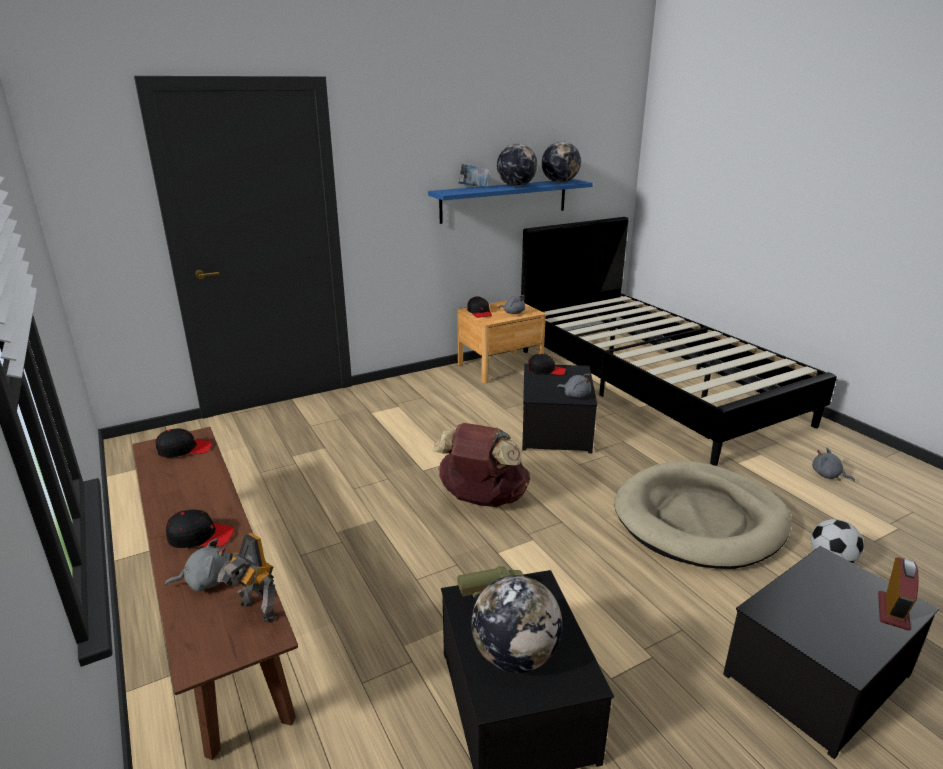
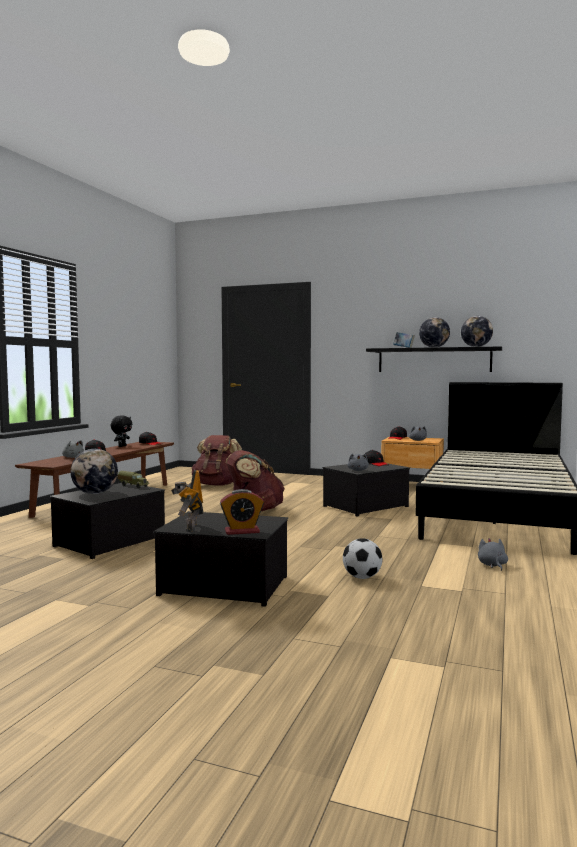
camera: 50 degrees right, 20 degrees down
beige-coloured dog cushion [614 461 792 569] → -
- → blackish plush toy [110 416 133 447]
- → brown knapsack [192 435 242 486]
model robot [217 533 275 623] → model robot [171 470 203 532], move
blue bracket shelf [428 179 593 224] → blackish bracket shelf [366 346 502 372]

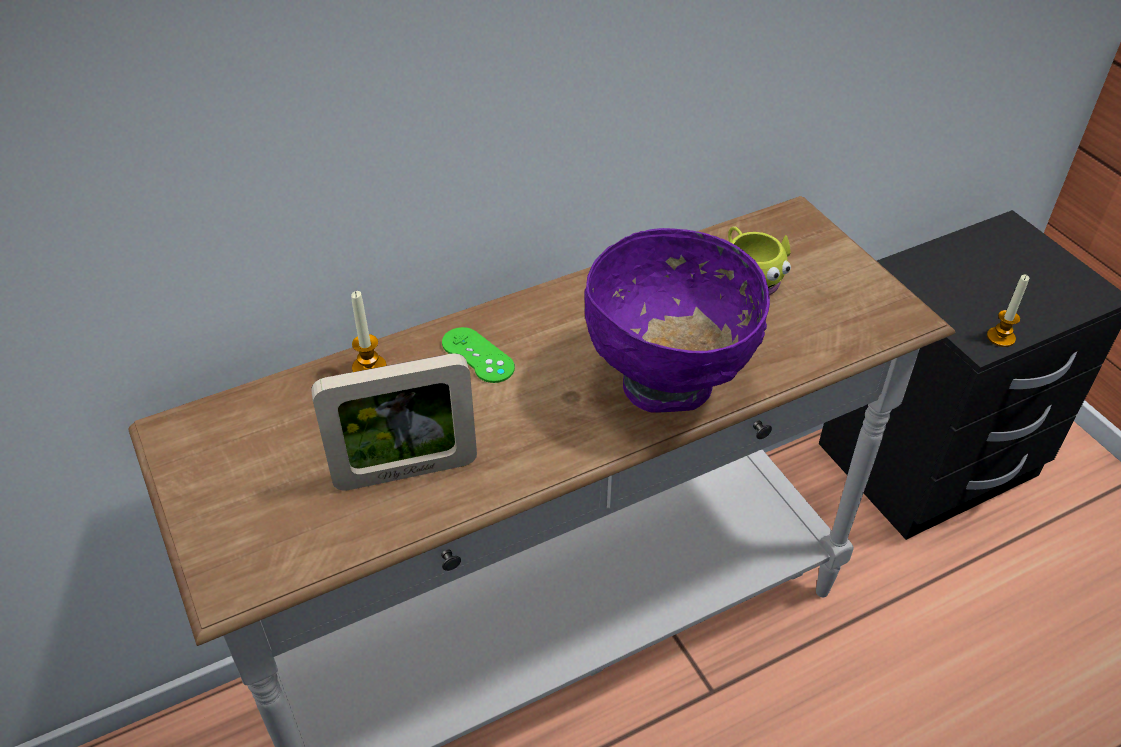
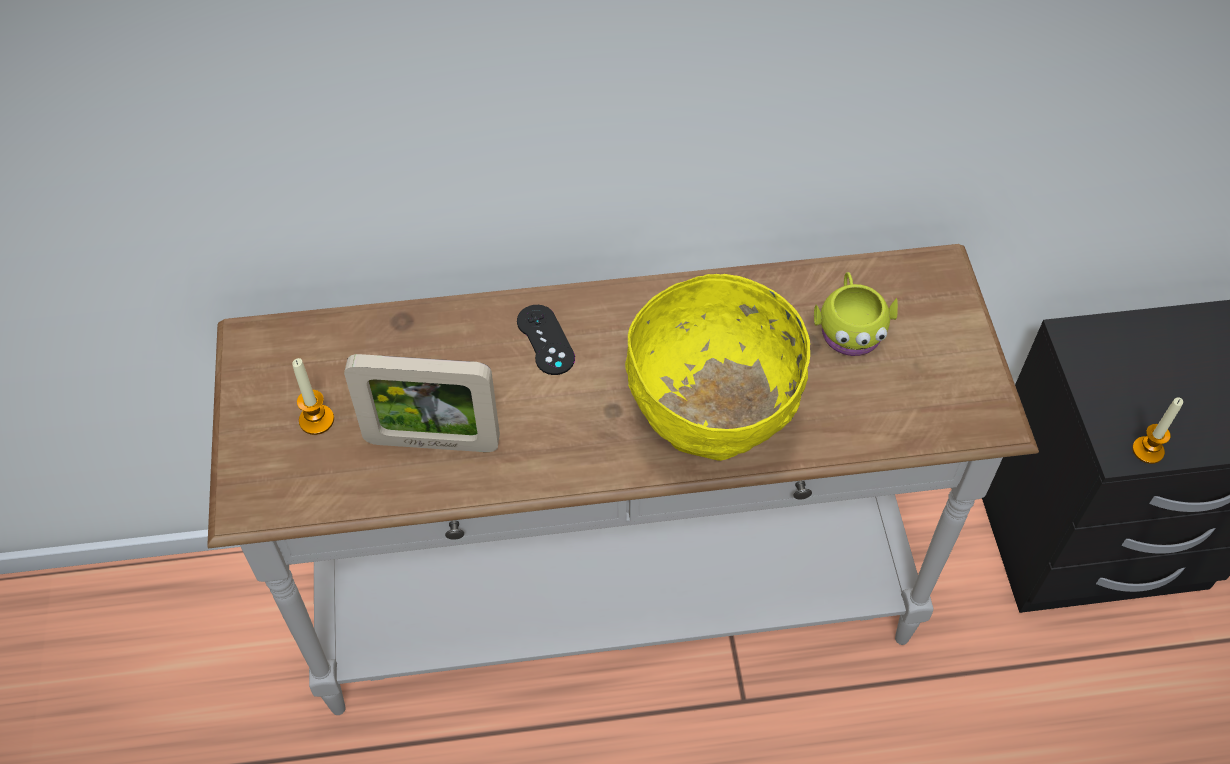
camera: 20 degrees right, 10 degrees up
wax candle [351 291 387 372] → wax candle [292 358 334 435], move
greenish joypad [442 327 515 383] → blackish joypad [517 305 575 375]
purplish serving bowl [584 228 770 413] → yellowish serving bowl [625 274 810 461]

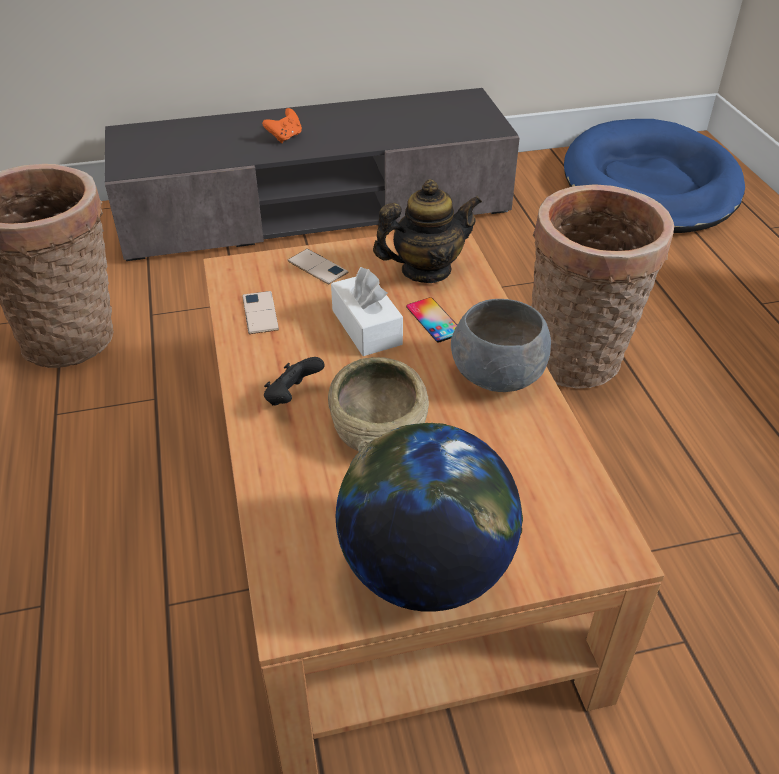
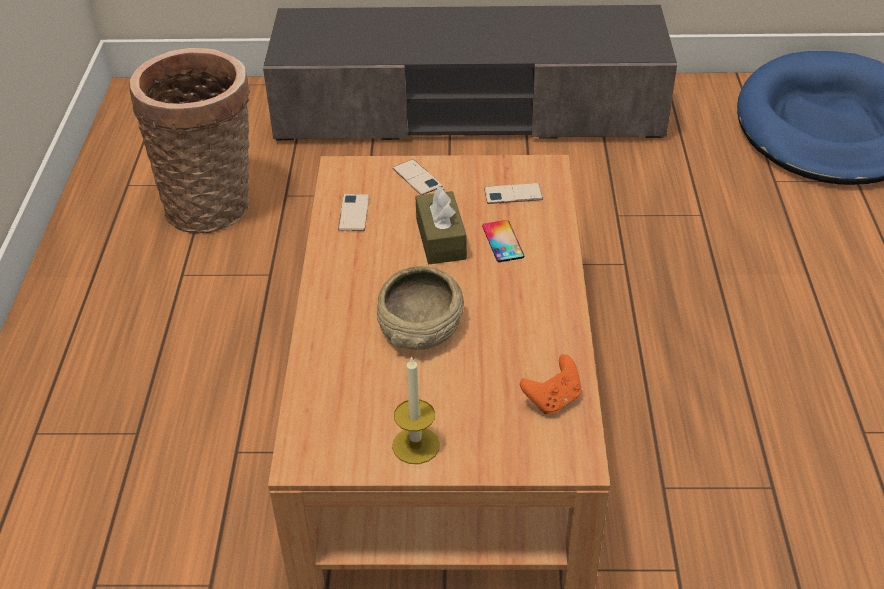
camera: 15 degrees right, 0 degrees up
blackish joypad [264 357 324 405] → -
greyish serving bowl [451 299 551 392] → -
storage basket [531 184 674 388] → -
orange-coloured joypad [262 108 302 143] → orange-coloured joypad [520 354 581 414], move
world globe [336 423 523 612] → wax candle [392 356 440 464]
pot for tea [373 179 482 283] → phone [484 183 543 204]
white-coloured box of tissues [331 267 403 356] → brown box of tissues [415 186 467 264]

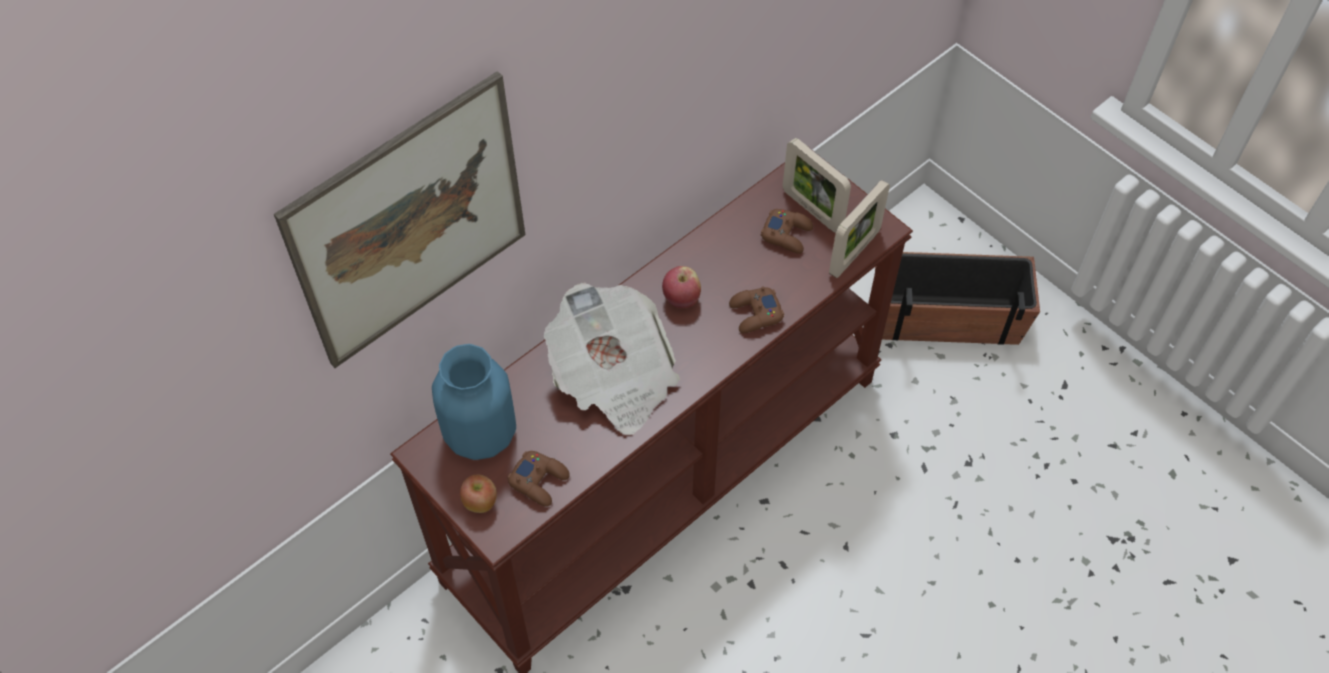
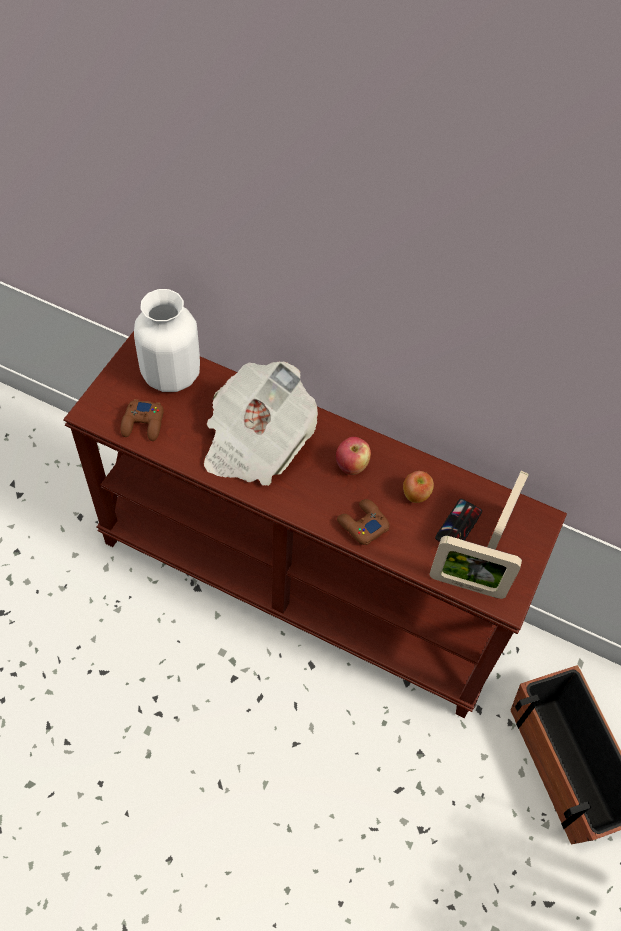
camera: 65 degrees right, 0 degrees up
wall picture [274 71 525 368] → -
whole apple [460 475 497 513] → whole apple [403 471 434 503], move
brown joypad [760 209 813 254] → phone [435 499 482 542]
blue flower vase [432 344 516 460] → white-coloured flower vase [134 289 200 392]

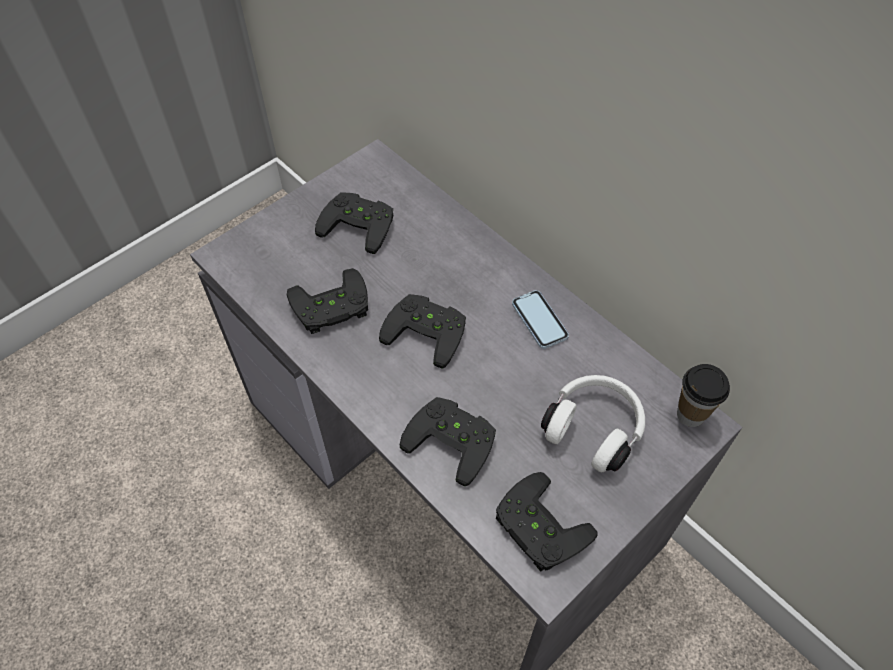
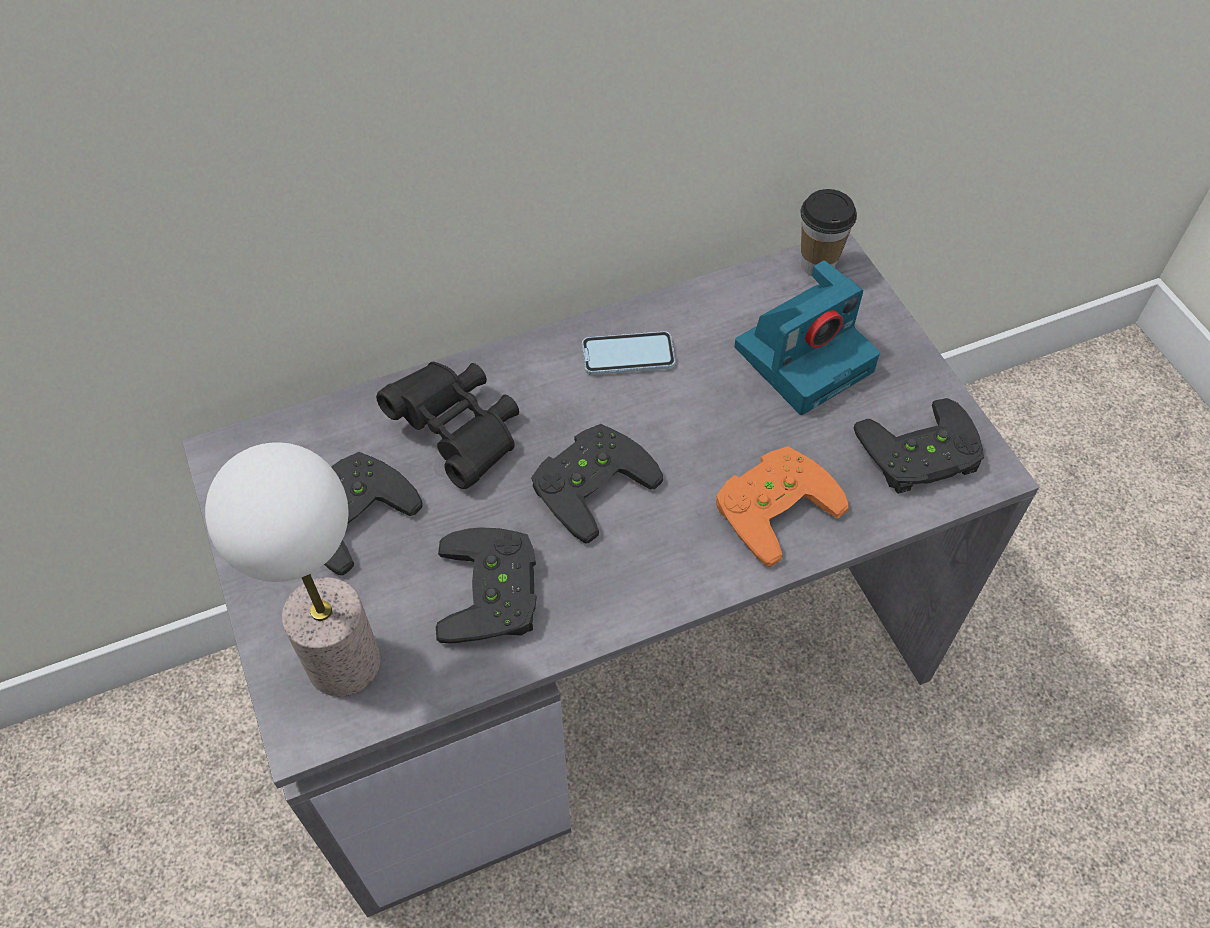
camera: 70 degrees left, 0 degrees up
- → table lamp [205 442 380 697]
- → blackish pair of binoculars [376 362 519 489]
white-coloured pair of headphones [541 375 645 472] → still camera [734 260 880 415]
blackish joypad [400 397 496 486] → orange-coloured joypad [716 446 849 567]

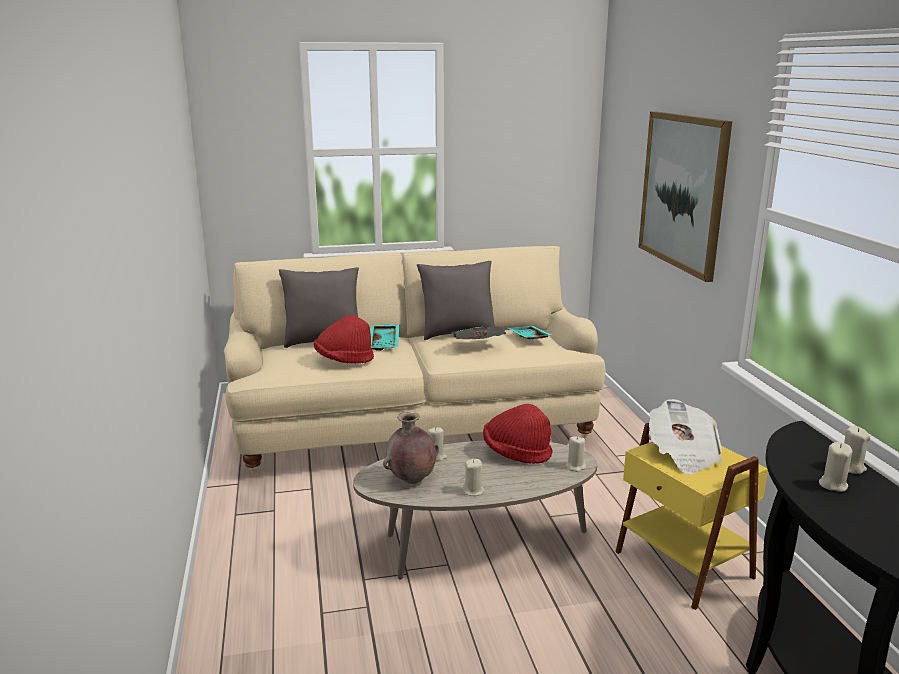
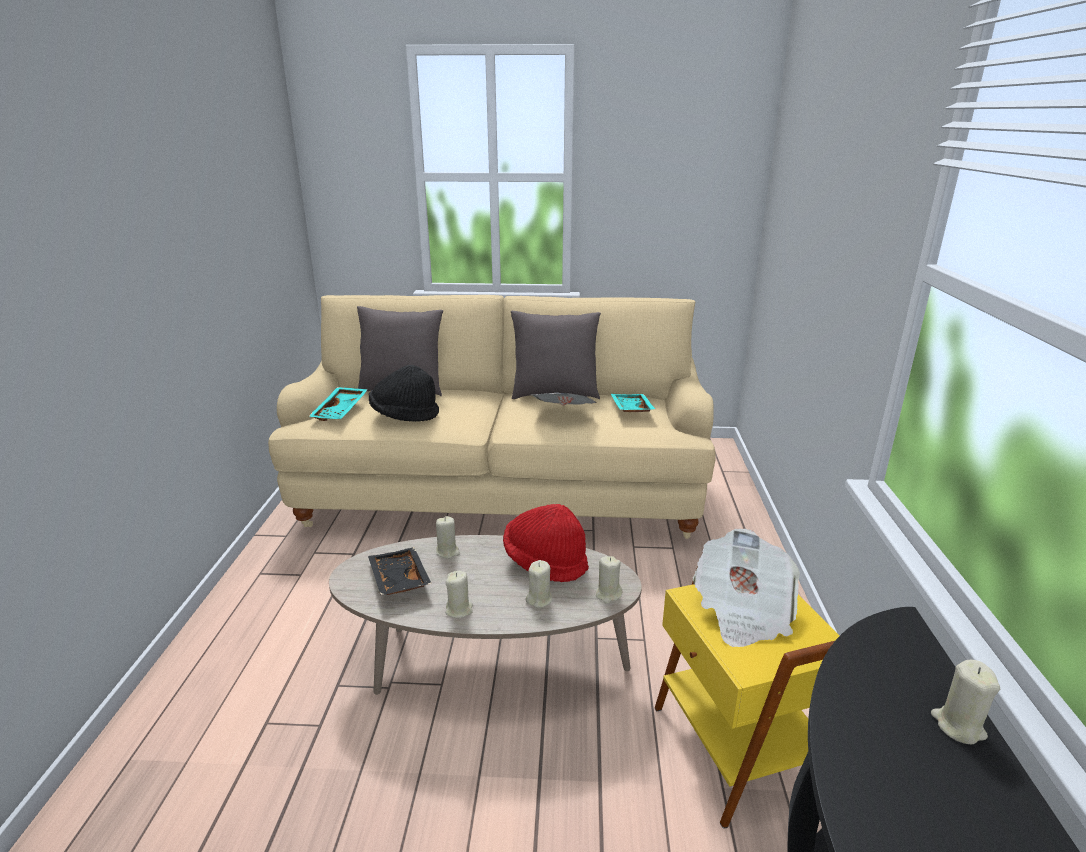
camera: 15 degrees right, 5 degrees up
wall picture [638 112 732 282] → -
turquoise tray [370 324 399 351] → turquoise tray [308 387 368 421], move
beige-coloured wax candle [819 442 852 492] → beige-coloured wax candle [526 560 552 608], move
brown flower vase [383 412 439 484] → blackish tray [368 547 432 595]
red-coloured wearable hat [314 315 374 364] → blackish wearable hat [369 365 439 422]

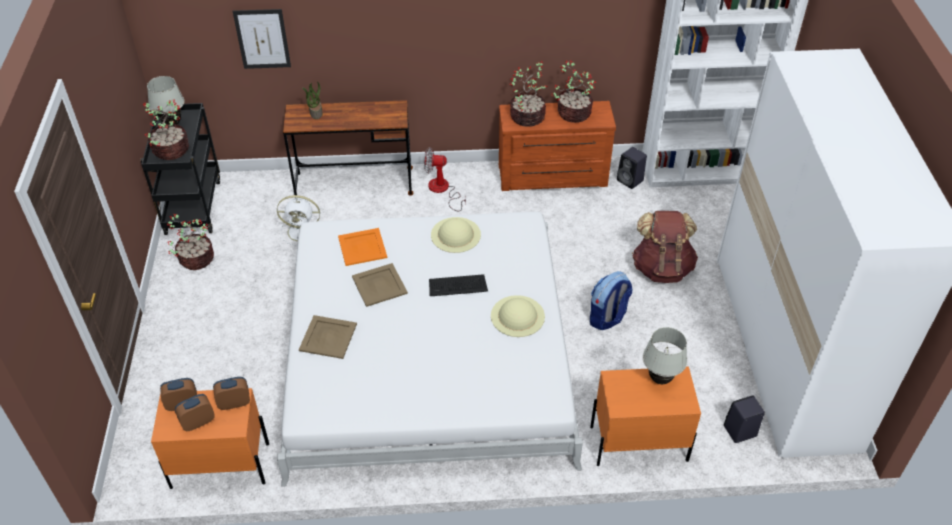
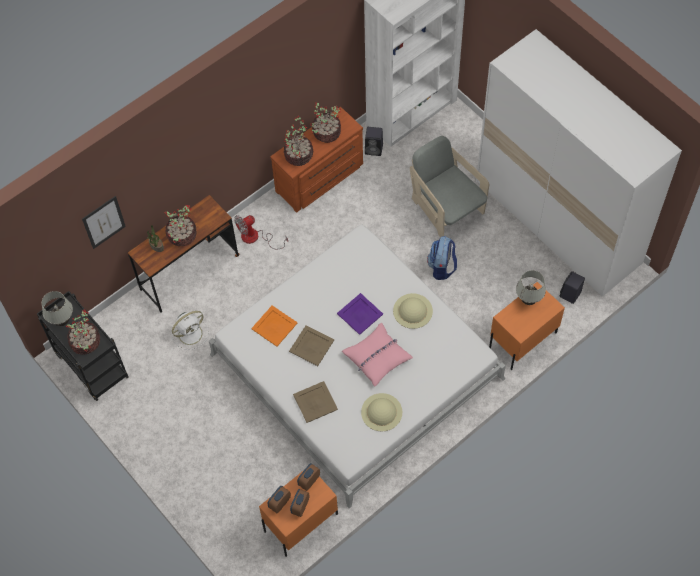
camera: 35 degrees left, 15 degrees up
- → pink cushion [342 323 413 386]
potted plant [167 214 214 270] → potted plant [165 205 196 246], move
beige-coloured wearable hat [431 217 481 253] → beige-coloured wearable hat [361 393 402 431], move
computer keyboard [429 274 488 296] → purplish tray [337 293 383 335]
brown knapsack [632 211 698 283] → greyish lounge chair [410 136 489 238]

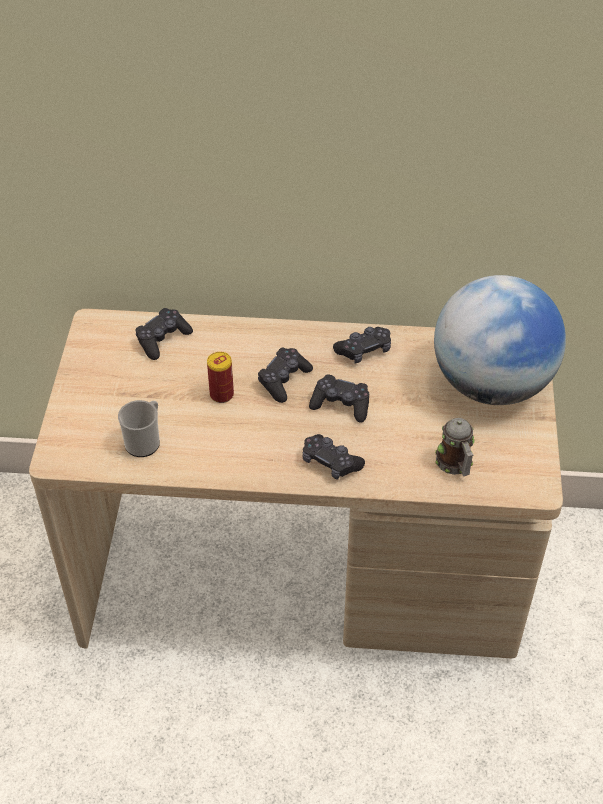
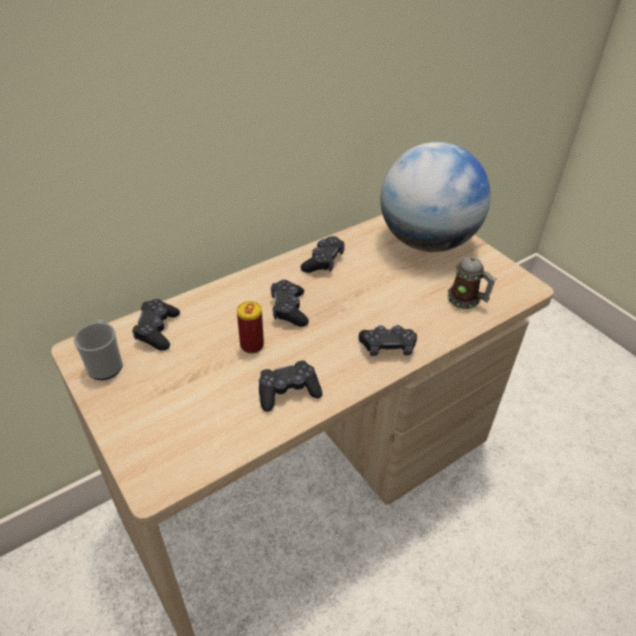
camera: 40 degrees left, 5 degrees down
coffee mug [118 400 160 457] → coffee mug [74 320 123 380], move
blackish joypad [309 374 369 423] → blackish joypad [259 360 322 412], move

